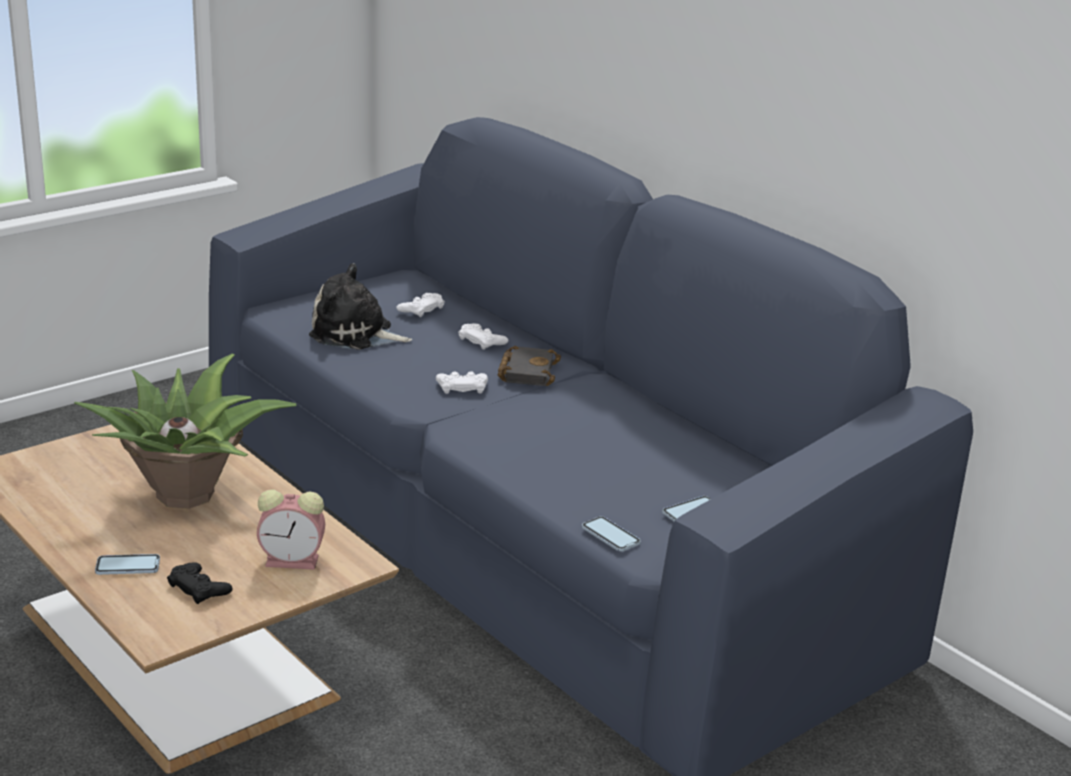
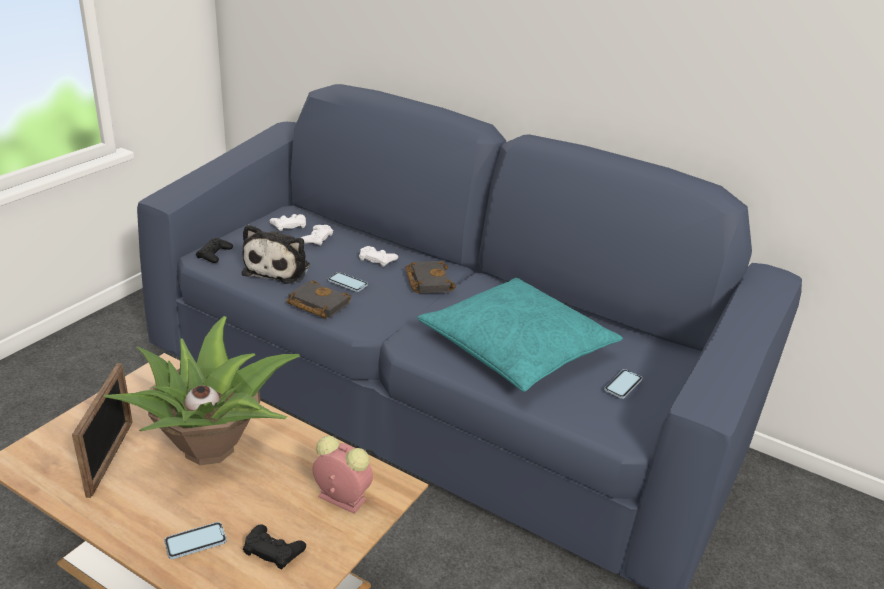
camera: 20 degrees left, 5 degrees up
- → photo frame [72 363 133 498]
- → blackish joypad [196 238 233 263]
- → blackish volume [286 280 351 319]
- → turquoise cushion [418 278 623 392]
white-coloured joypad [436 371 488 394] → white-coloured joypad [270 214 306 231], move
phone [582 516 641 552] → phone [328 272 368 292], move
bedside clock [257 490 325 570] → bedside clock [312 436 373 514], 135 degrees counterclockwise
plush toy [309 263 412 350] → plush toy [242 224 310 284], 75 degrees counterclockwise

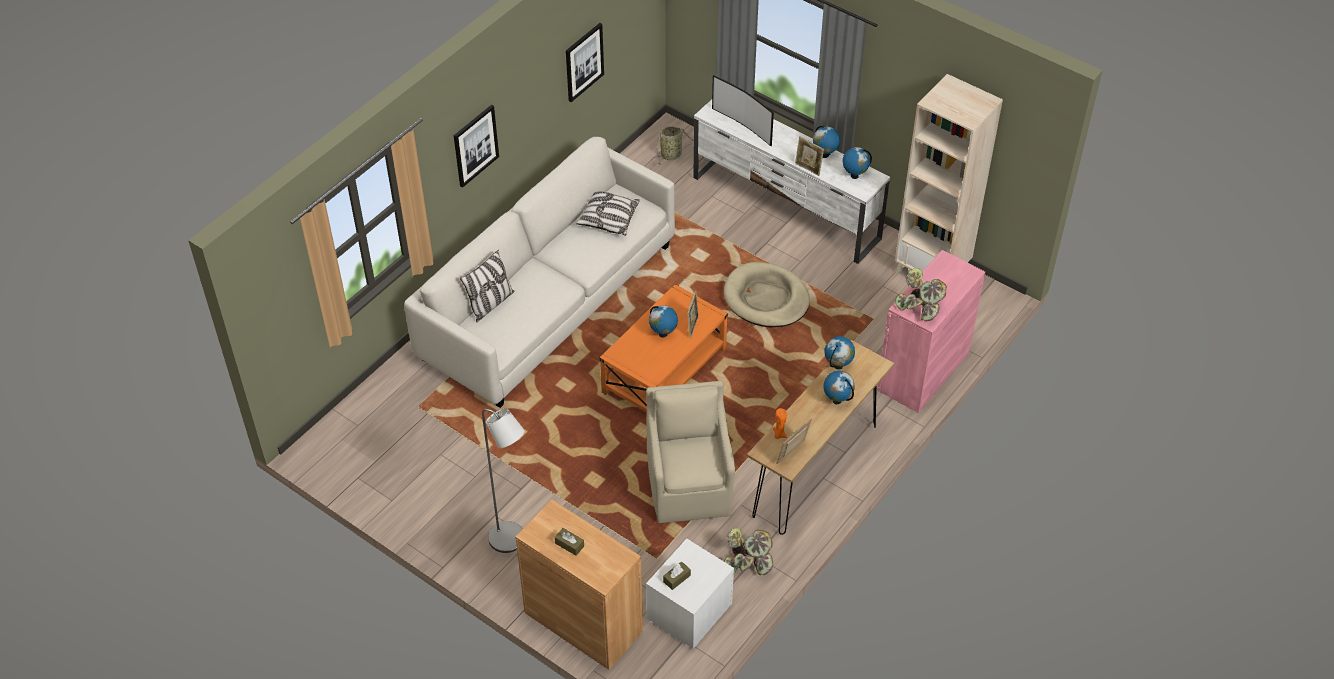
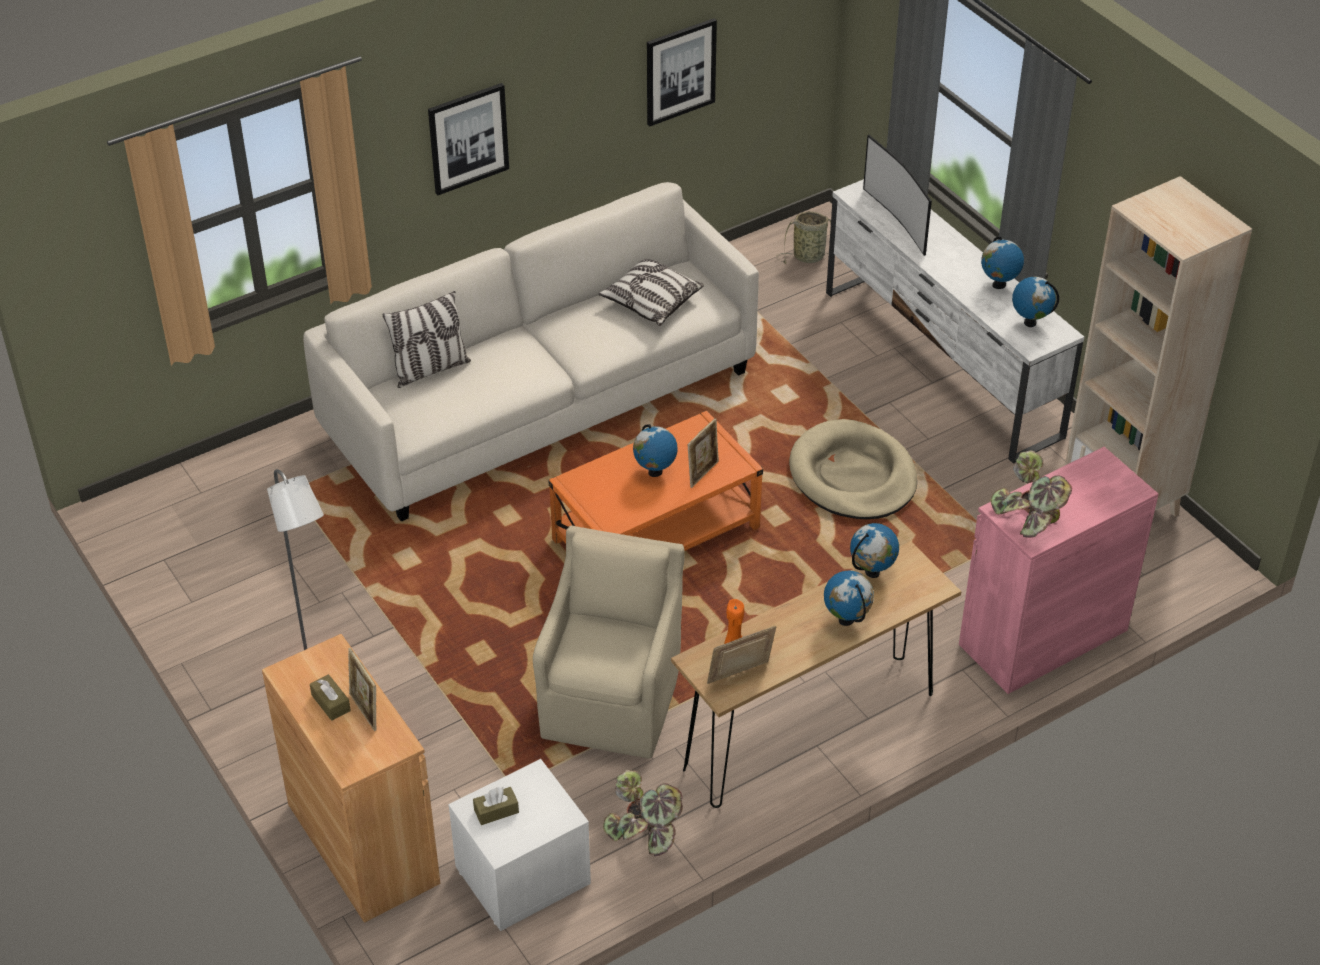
camera: 20 degrees right, 5 degrees down
photo frame [795 136 824 176] → photo frame [348 648 376 731], move

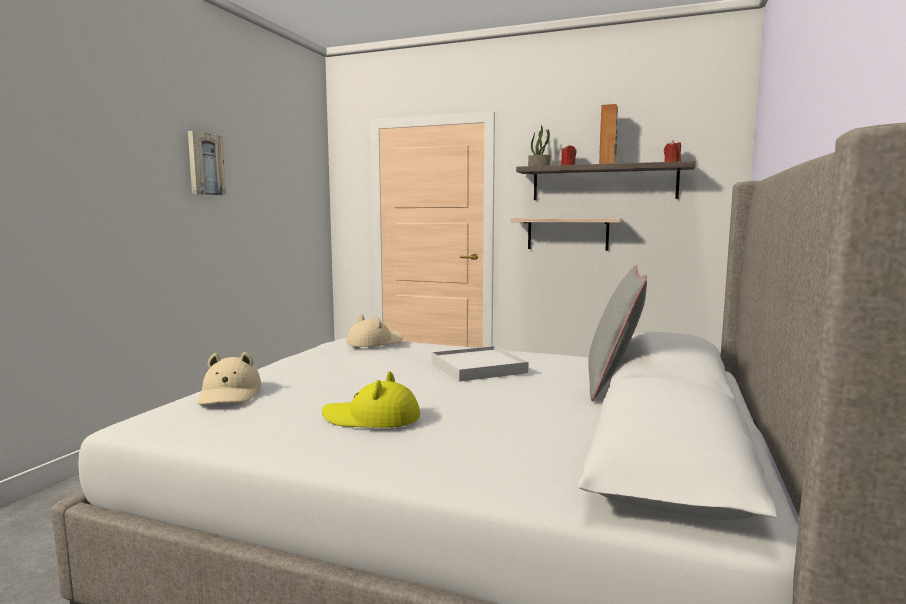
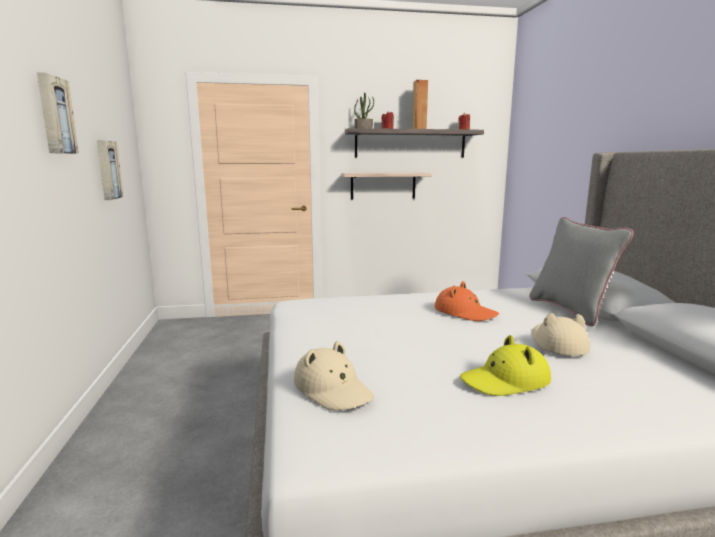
camera: 30 degrees left, 5 degrees up
- → wall picture [97 140 123 200]
beige-coloured wearable hat [347 314 403 347] → beige-coloured wearable hat [532 313 590 356], move
white-coloured tray [431 346 529 382] → orange-coloured wearable hat [435 281 499 321]

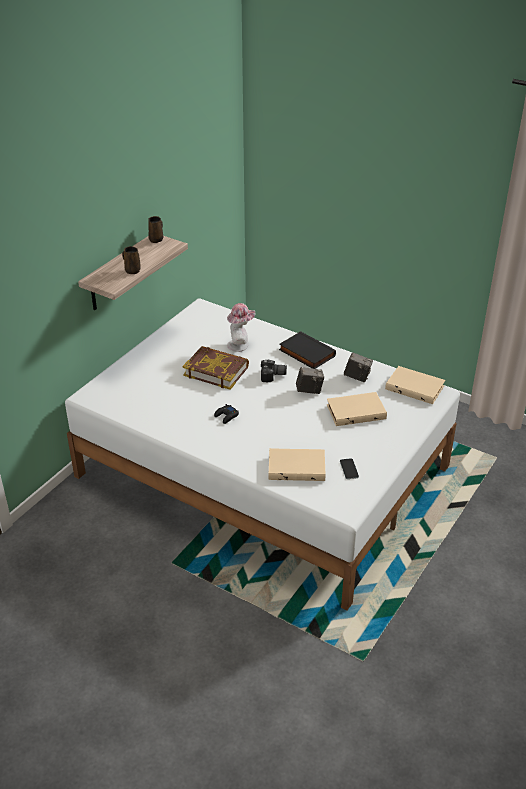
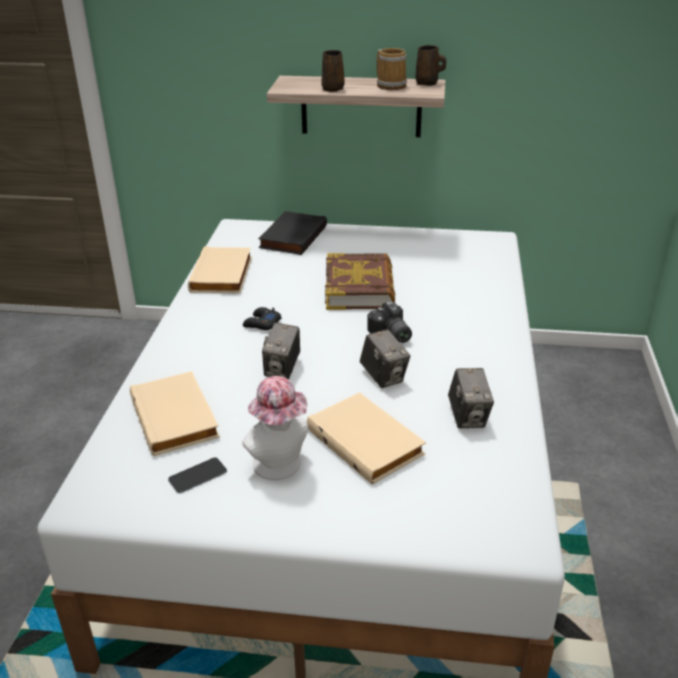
camera: 65 degrees right, 5 degrees down
- → still camera [262 323 300 379]
- → coffee mug [377 48 407 90]
wearable hat [227 303 255 352] → wearable hat [242 376 308 480], move
blackish volume [279 331 336 369] → blackish volume [258 211 327 255], move
beige-coloured volume [385 366 445 404] → beige-coloured volume [188 246 252 293], move

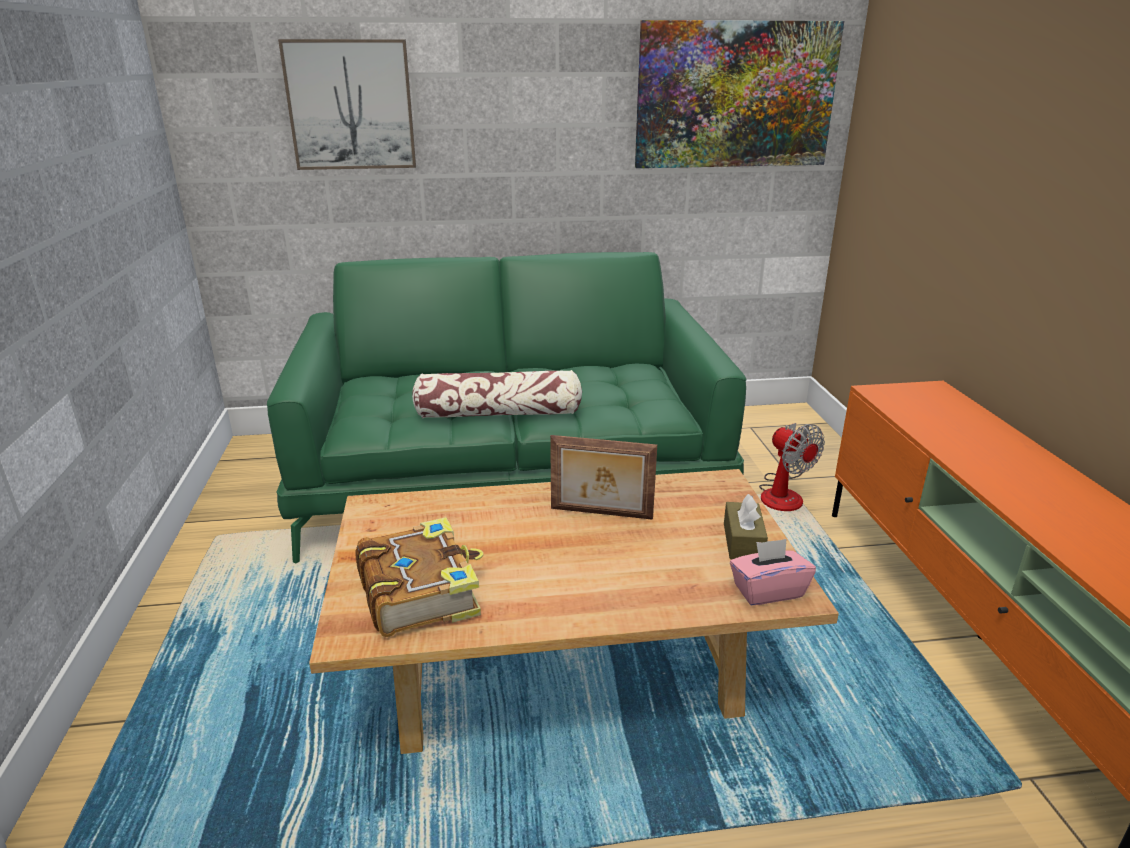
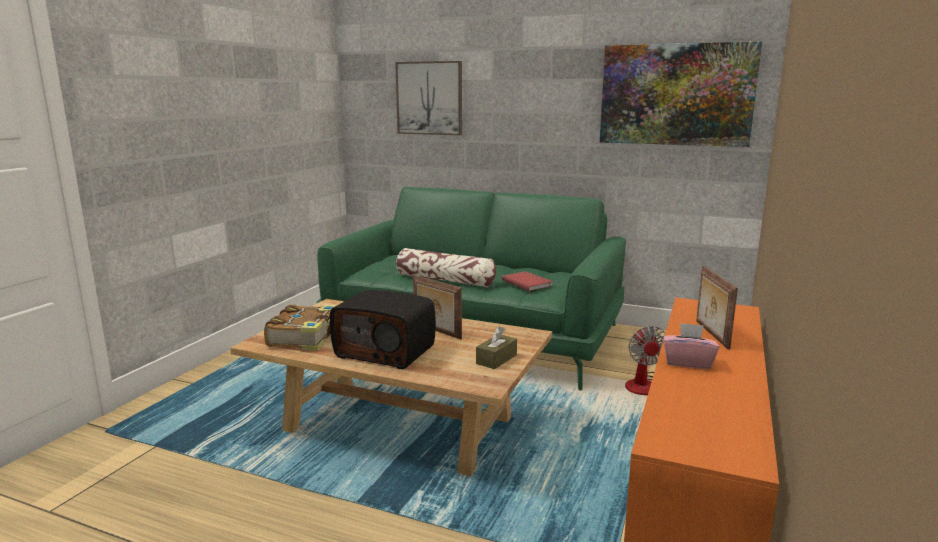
camera: 30 degrees right, 10 degrees down
- → radio receiver [330 290 436 369]
- → red-coloured volume [502 271 553 291]
- → photo frame [696 266 738 350]
pink box of tissues [730 539 816 605] → pink box of tissues [664 323 719 369], move

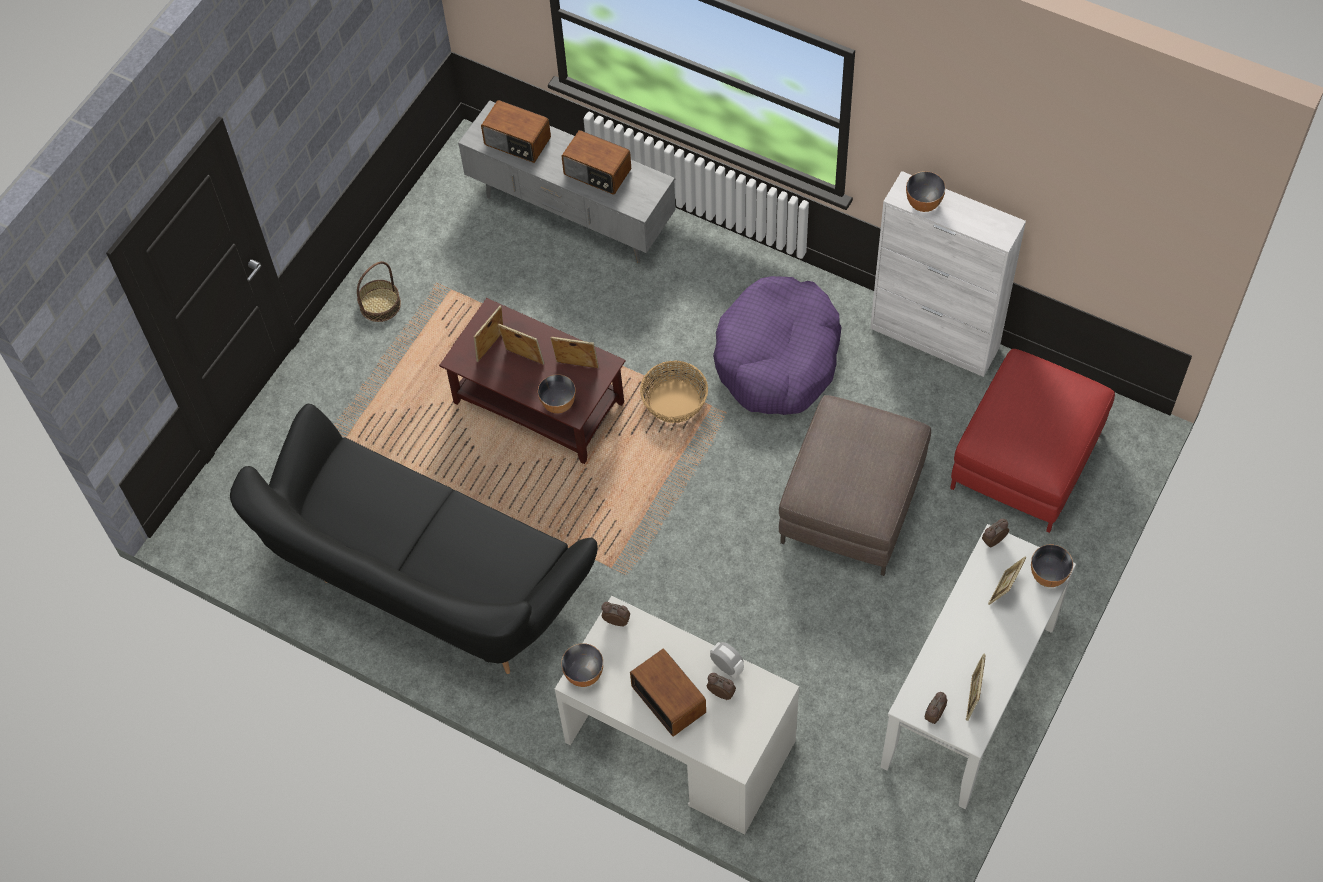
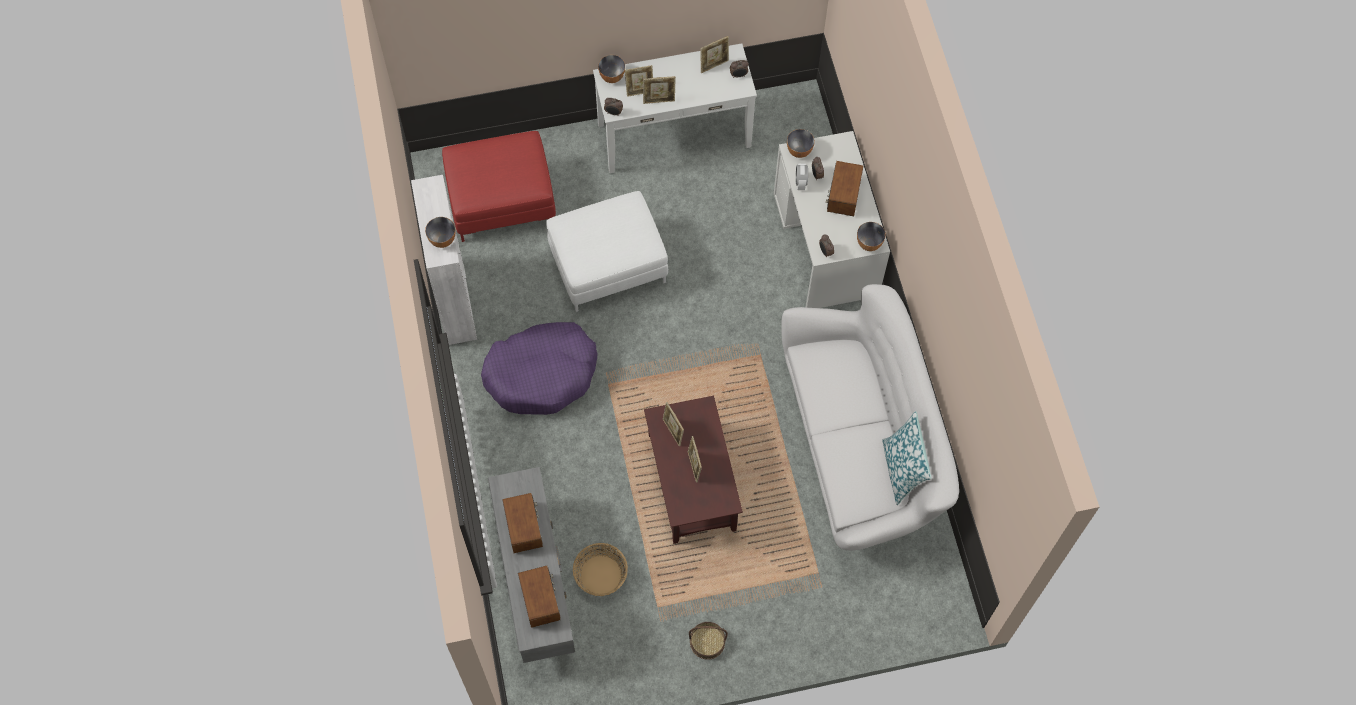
camera: 135 degrees left, 5 degrees up
- → cushion [882 411 931 505]
photo frame [474 306 503 362] → photo frame [643 76 676 104], move
serving bowl [538 374 576 413] → serving bowl [787 129 815 158], move
storage basket [640 361 708 423] → storage basket [573 543 628 596], move
blackish sofa [230 404 598 674] → white-coloured sofa [781 284 959 551]
brown footrest [779 395 931 576] → white-coloured footrest [546 191 668 312]

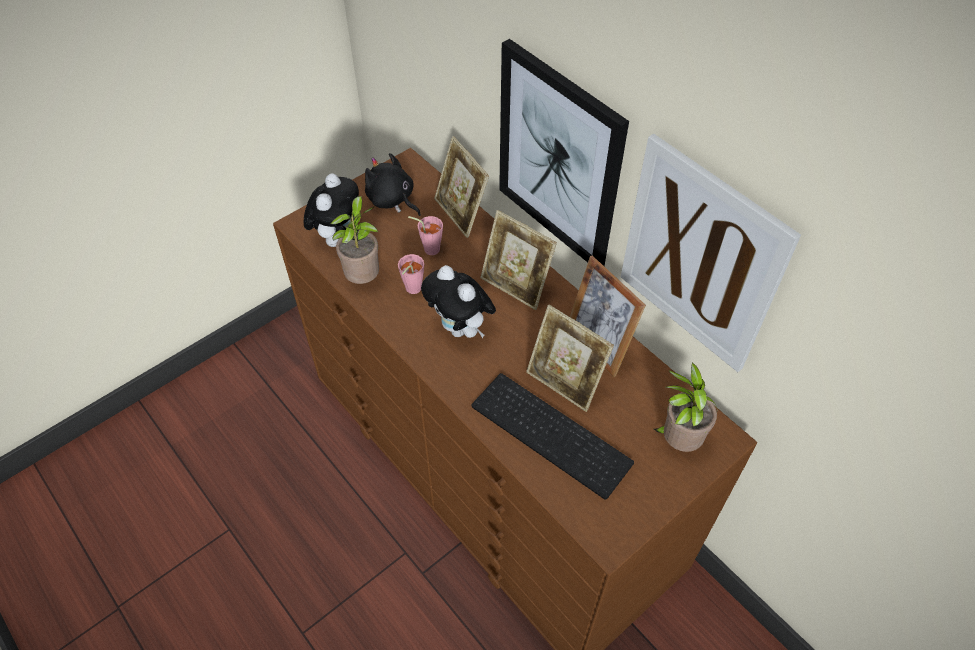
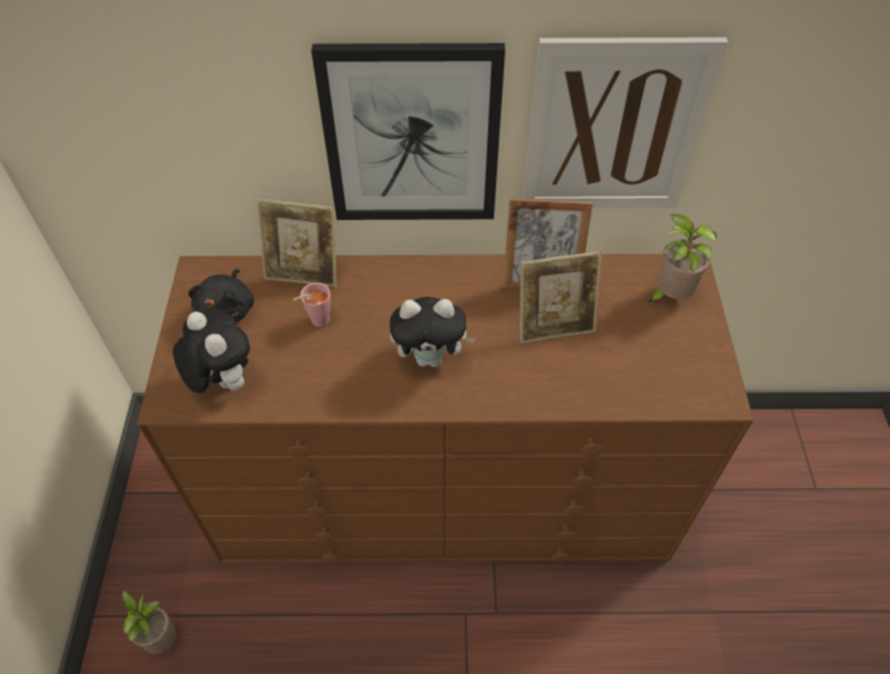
camera: 50 degrees left, 0 degrees up
pink drinking cup [398 254 424 294] → -
computer keyboard [471 373 634 500] → -
photo frame [481 210 557 310] → -
potted plant [330 196 379 284] → potted plant [122 589 176 654], move
blackish plush toy [365 153 421 216] → blackish plush toy [188 269 254 323], 75 degrees counterclockwise

